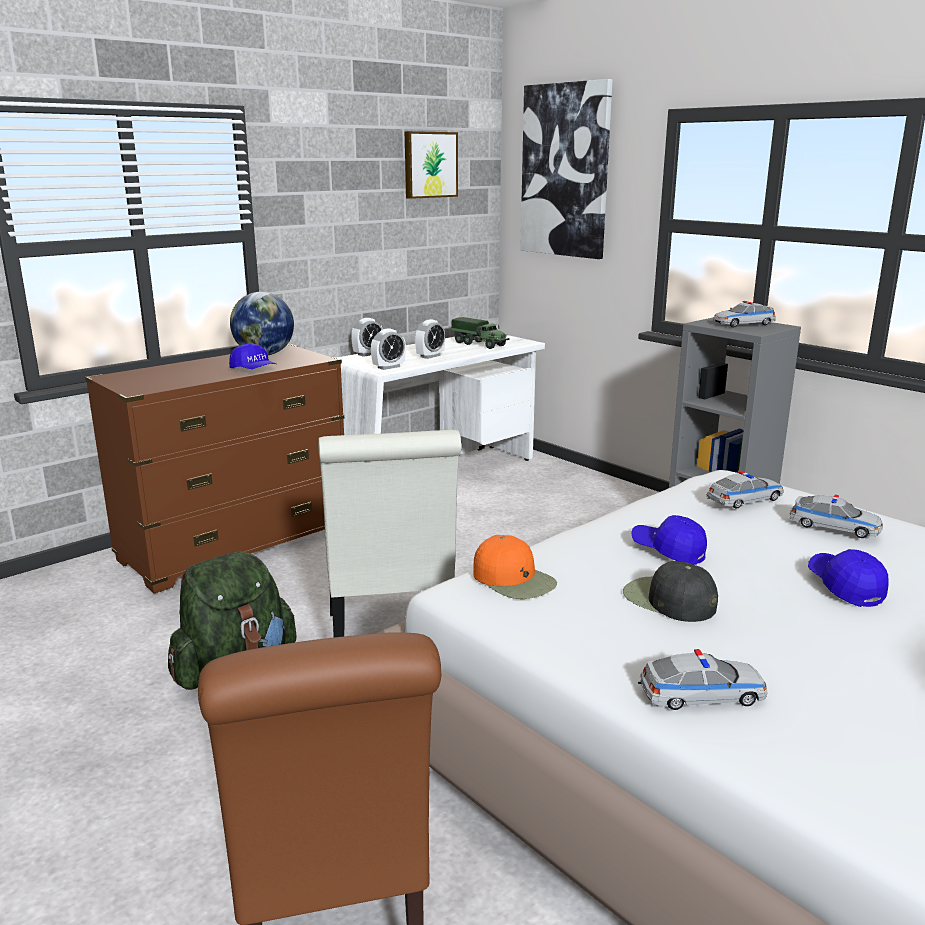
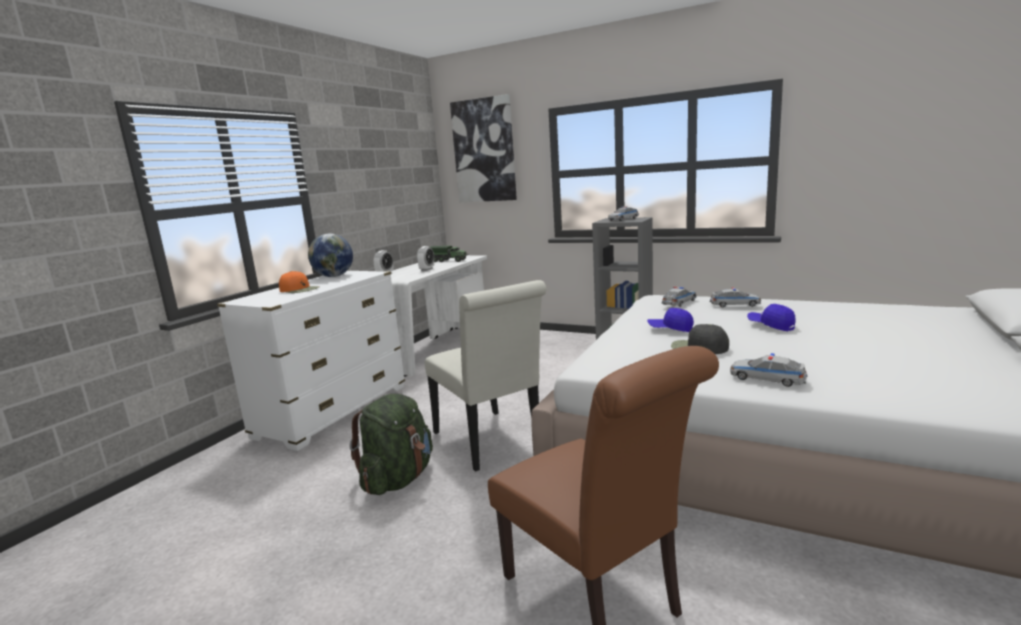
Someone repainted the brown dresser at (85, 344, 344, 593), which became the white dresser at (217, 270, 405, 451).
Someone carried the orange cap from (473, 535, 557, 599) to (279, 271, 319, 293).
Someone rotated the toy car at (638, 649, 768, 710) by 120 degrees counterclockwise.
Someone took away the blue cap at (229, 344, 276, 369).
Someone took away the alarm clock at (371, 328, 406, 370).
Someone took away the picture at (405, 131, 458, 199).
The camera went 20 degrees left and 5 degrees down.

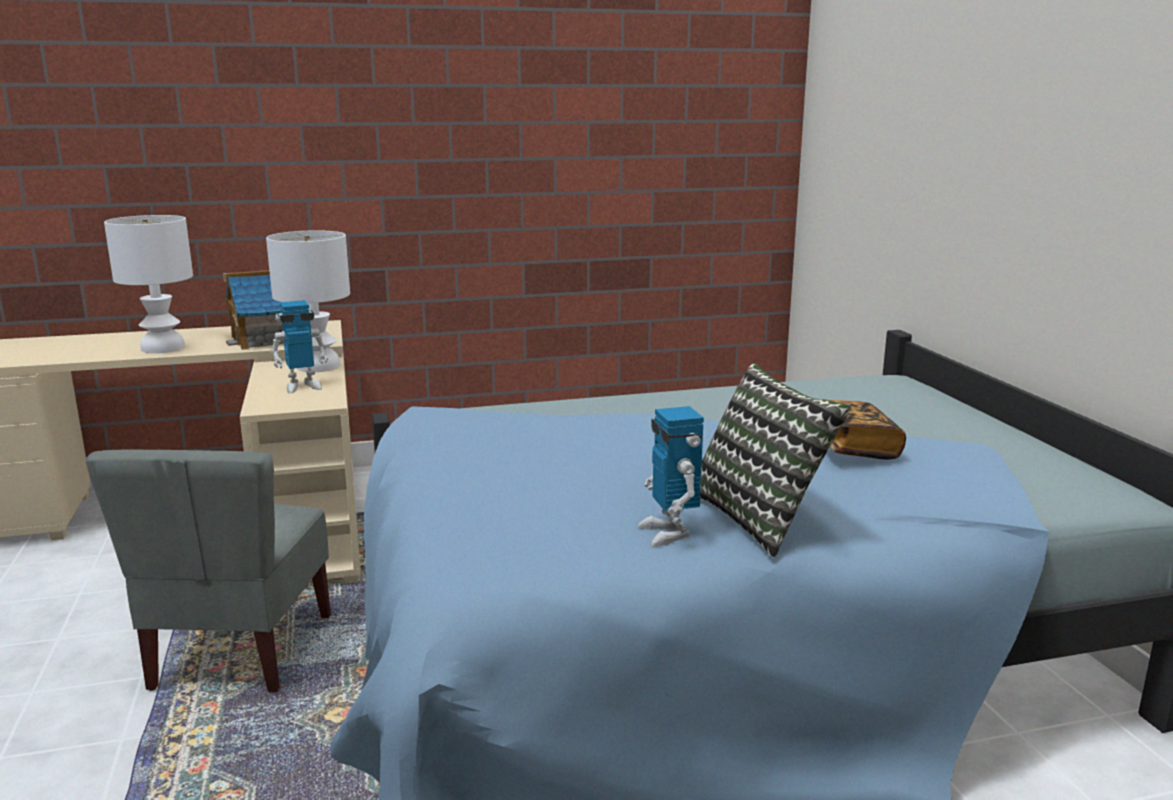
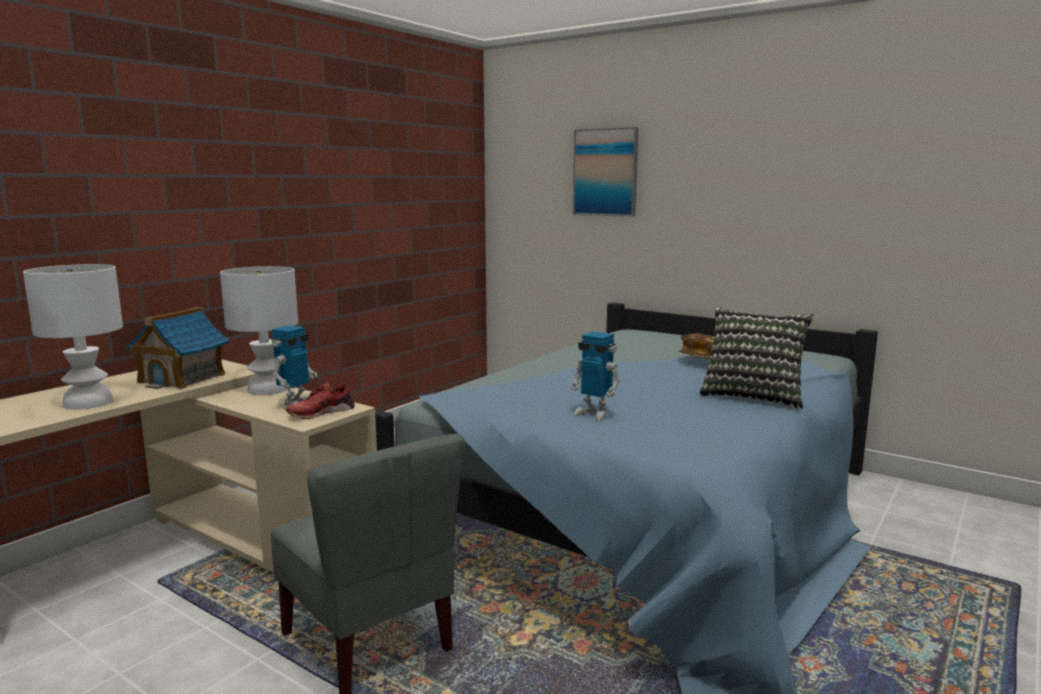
Someone put down the red shoe at (286, 383, 355, 420).
Someone carried the toy robot from (637, 406, 704, 546) to (570, 331, 621, 421).
Someone put up the picture at (573, 127, 639, 217).
The camera went 40 degrees left and 5 degrees down.

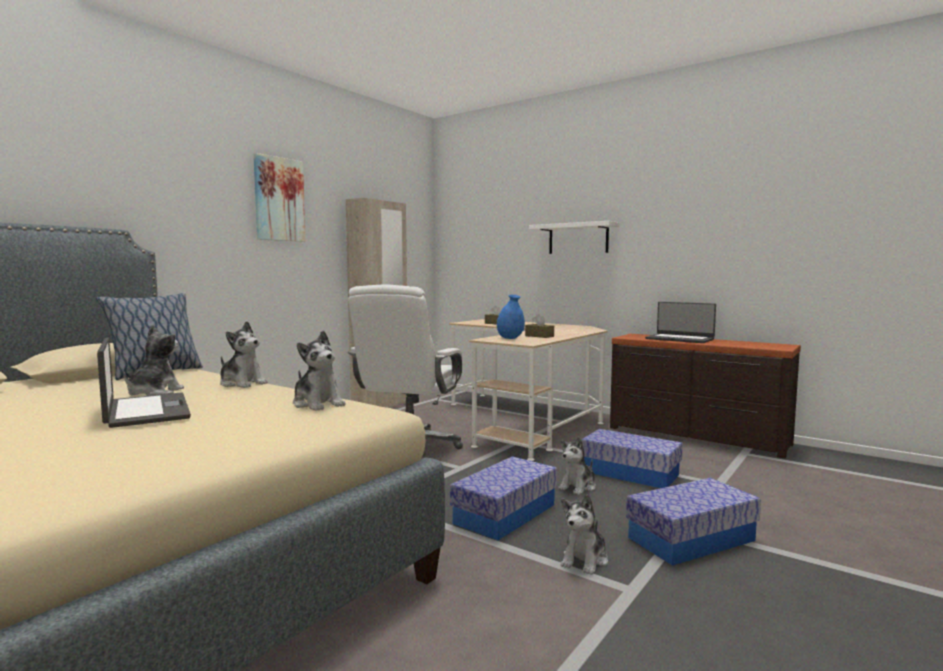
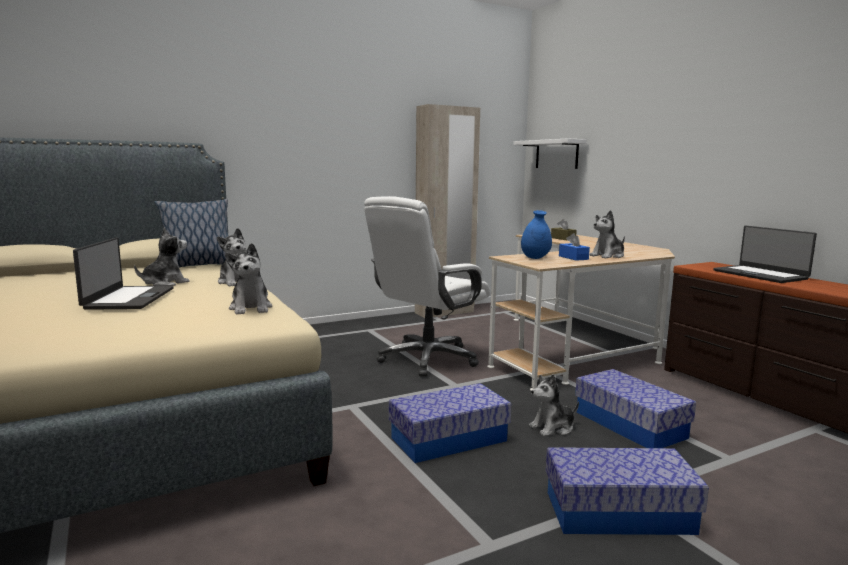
Someone carried the white shelf from (529, 221, 620, 254) to (514, 138, 587, 169).
Someone repainted the brown tissue box at (525, 314, 554, 338), which became the blue tissue box at (559, 233, 590, 261).
Someone carried the plush toy from (561, 494, 608, 575) to (590, 210, 625, 259).
Someone took away the picture at (253, 153, 306, 242).
The camera went 25 degrees right and 5 degrees up.

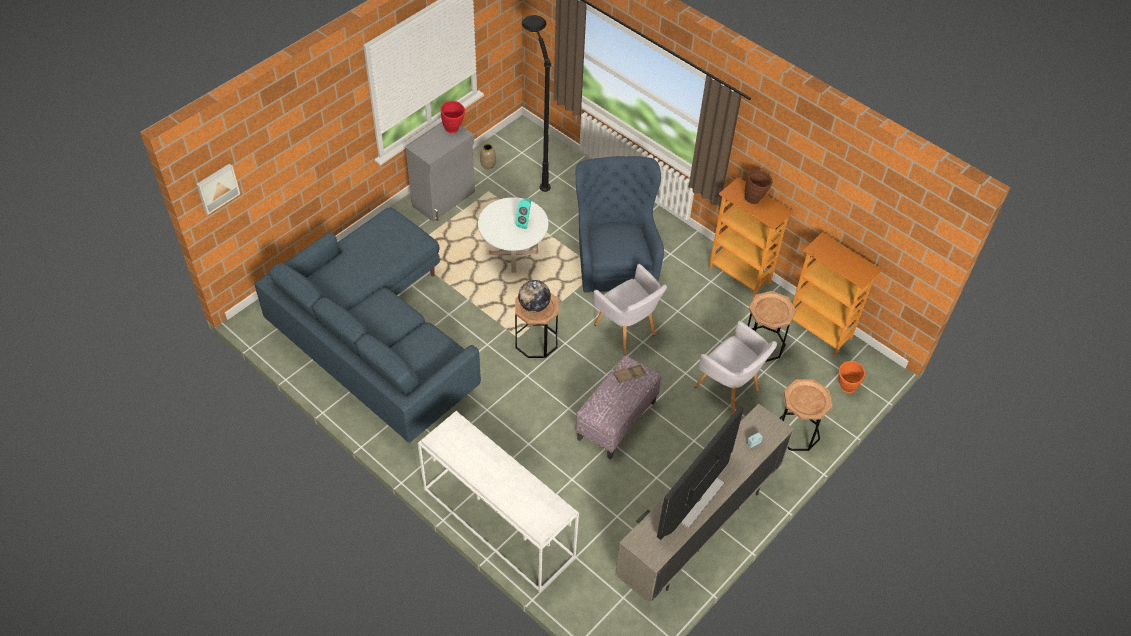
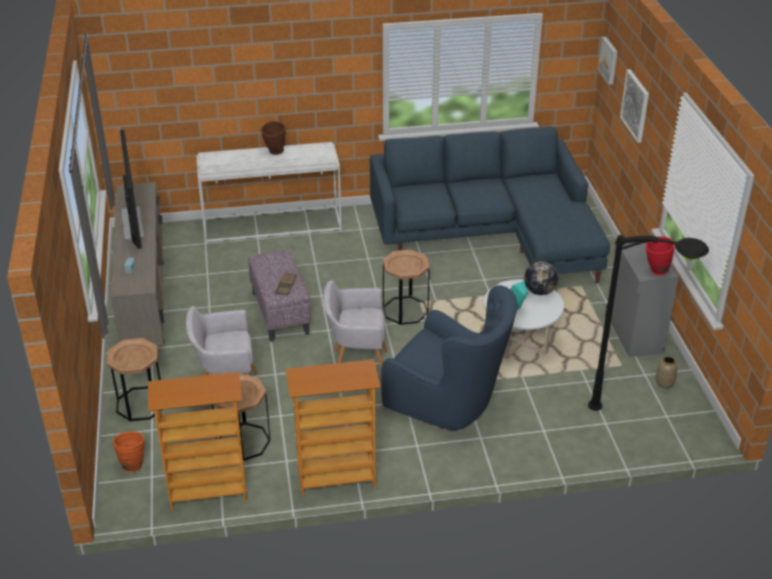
Someone carried the brown vase from (744, 170, 772, 204) to (261, 121, 285, 155).
Someone carried the globe from (518, 280, 551, 312) to (524, 261, 558, 295).
Someone put up the picture at (620, 69, 649, 143).
The camera went 130 degrees right and 15 degrees down.

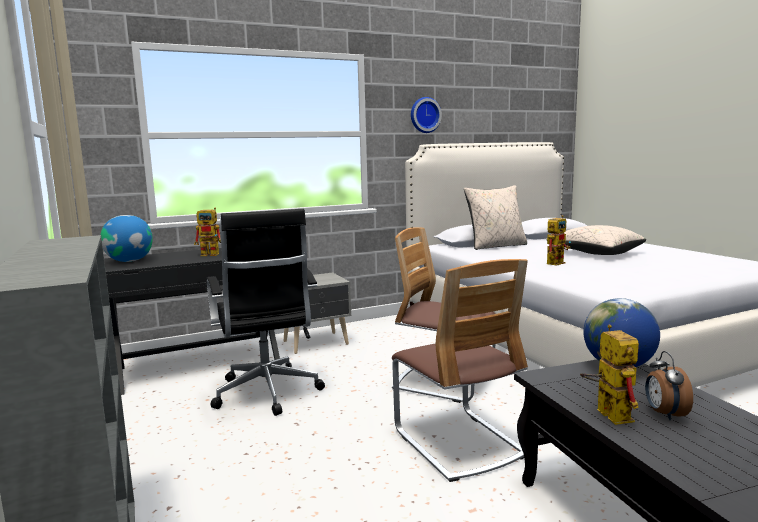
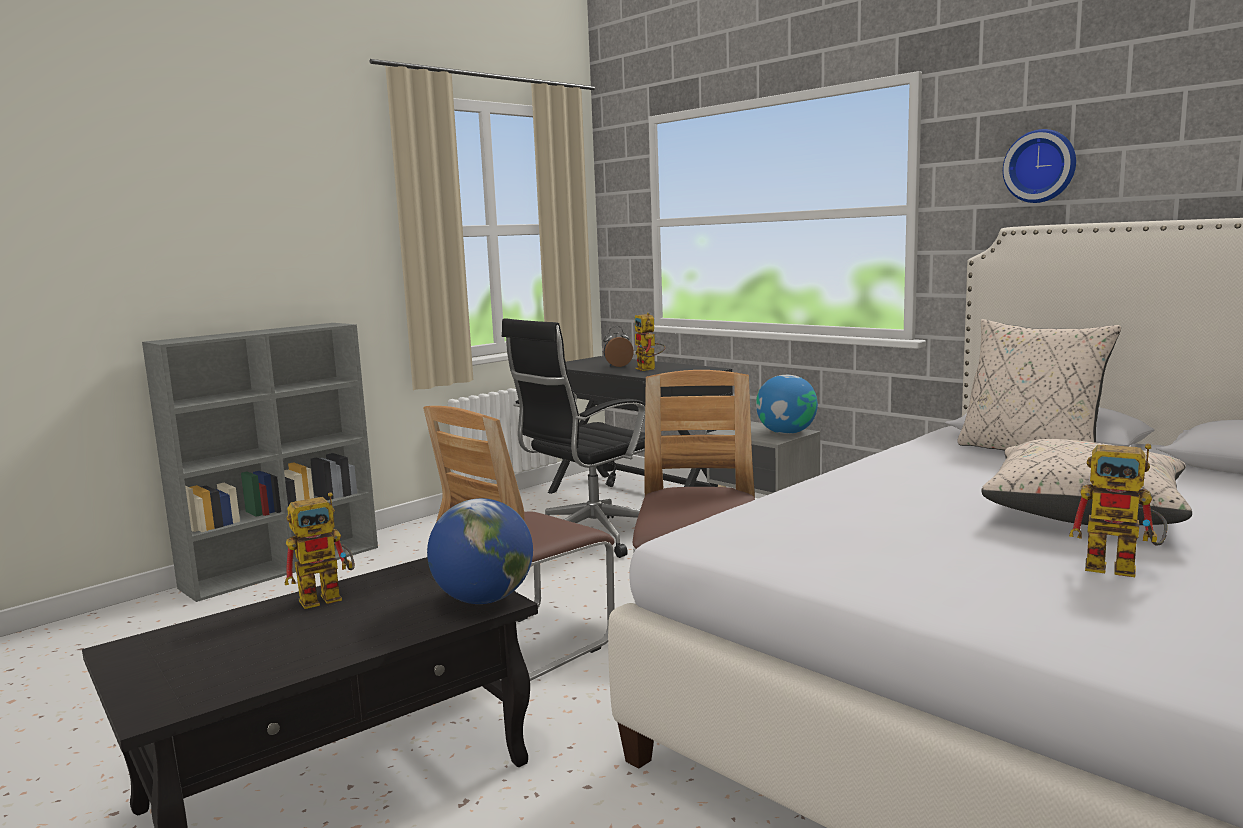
Someone carried the alarm clock from (645, 351, 693, 420) to (603, 326, 634, 367).
Someone carried the globe from (101, 215, 153, 262) to (756, 375, 818, 434).
Someone carried the toy robot from (547, 215, 571, 266) to (1069, 444, 1168, 577).
The camera went 70 degrees right and 0 degrees up.

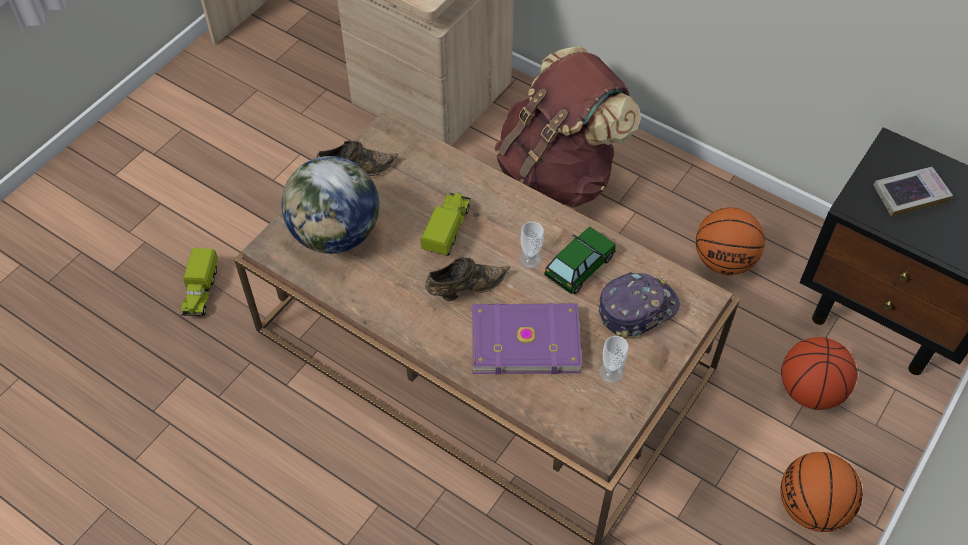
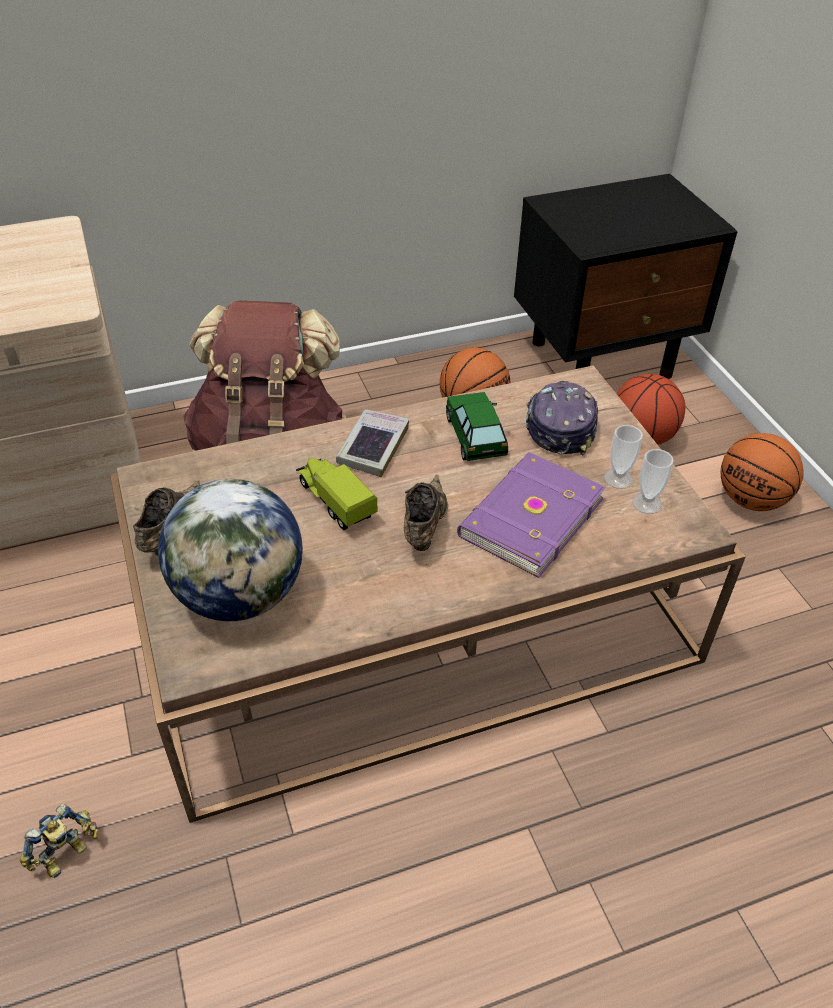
Someone swapped the toy truck at (181, 248, 218, 317) for the toy robot at (19, 803, 98, 878).
Someone carried the book from (873, 167, 953, 217) to (336, 409, 409, 477).
Someone carried the cup from (519, 221, 544, 268) to (632, 449, 674, 514).
The camera went 55 degrees left and 10 degrees down.

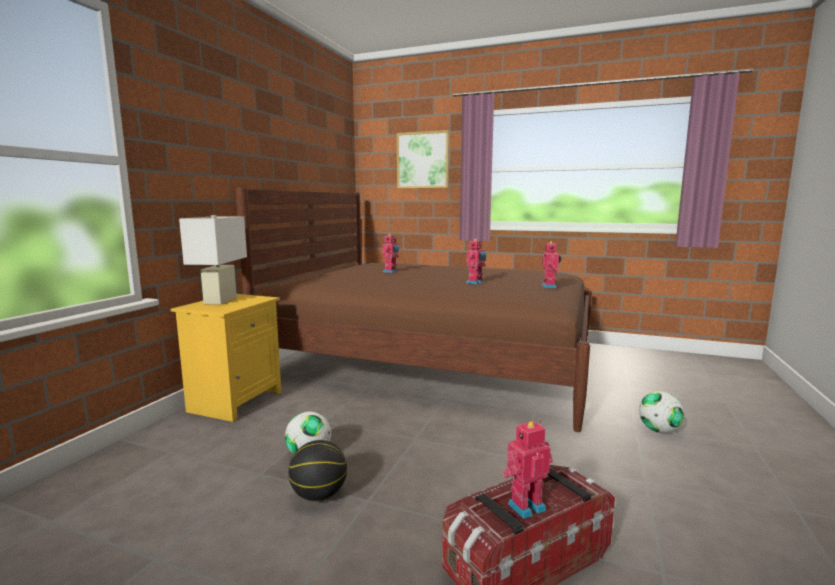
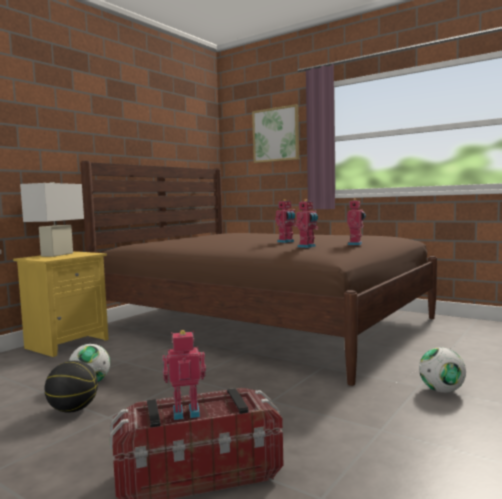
Someone carried the toy robot from (382, 234, 399, 273) to (296, 199, 319, 248).
The camera went 15 degrees right and 5 degrees down.

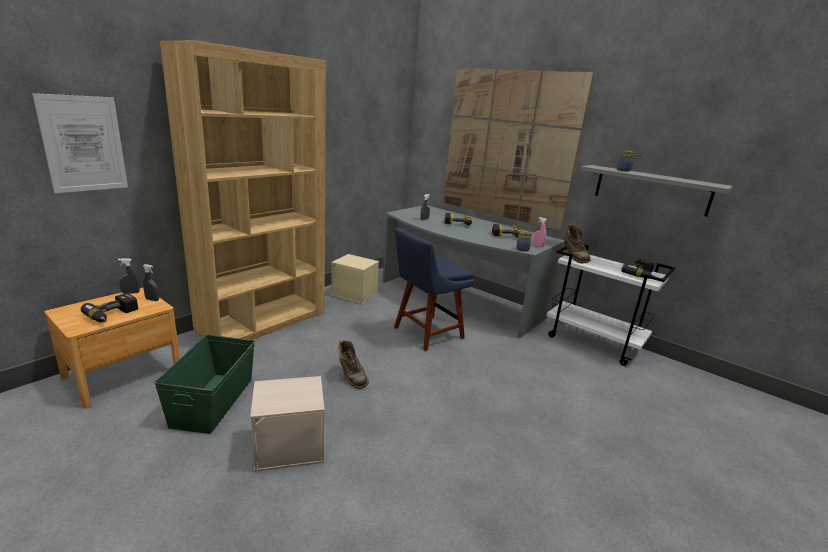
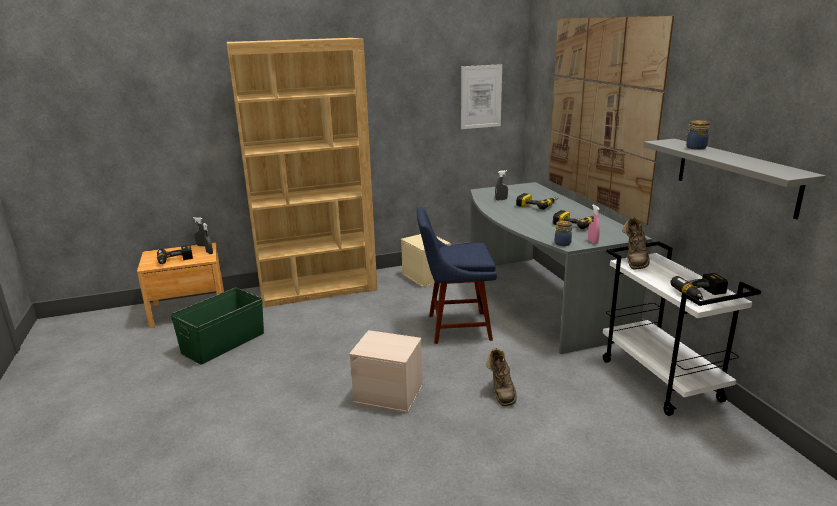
Someone carried the beige storage box from (250, 376, 325, 472) to (349, 330, 423, 413).
Someone carried the picture from (32, 93, 128, 193) to (461, 64, 502, 129).
Someone carried the brown boot from (338, 340, 369, 389) to (487, 348, 517, 406).
The camera went 35 degrees right and 0 degrees up.

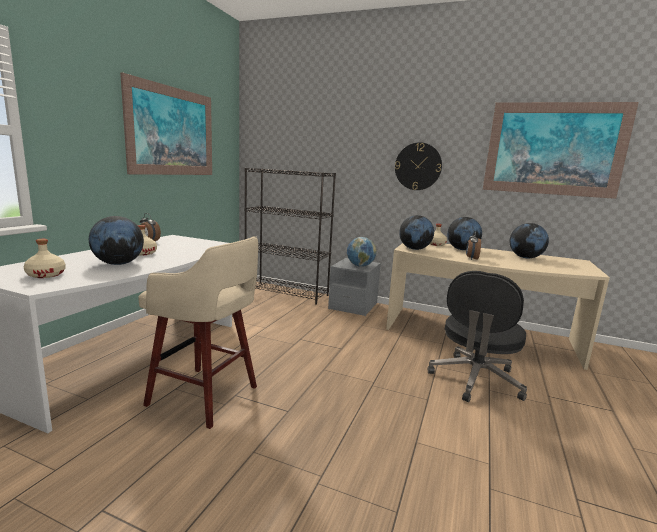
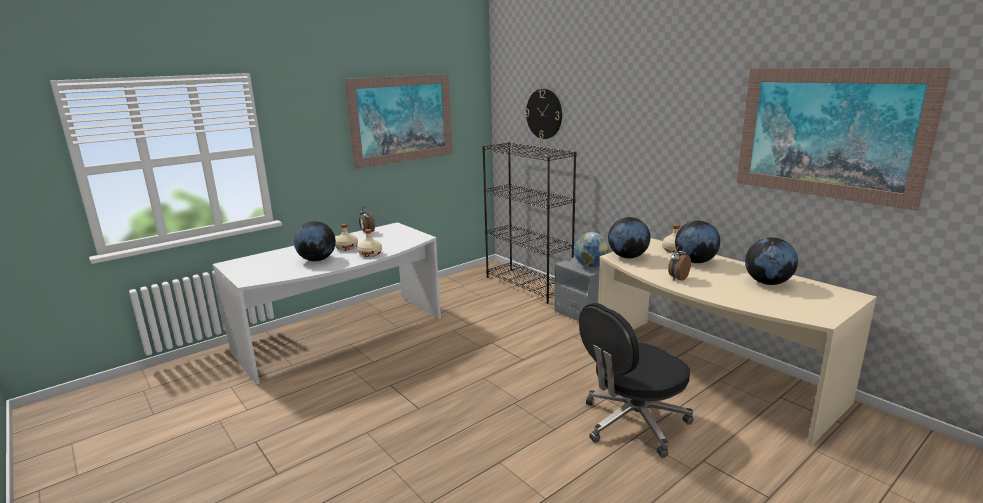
Someone carried the beige bottle from (24, 239, 66, 278) to (357, 229, 382, 257).
Someone carried the wall clock from (395, 142, 442, 190) to (525, 89, 562, 139).
Someone took away the beige stool at (138, 236, 258, 429).
The camera went 30 degrees right and 5 degrees up.

